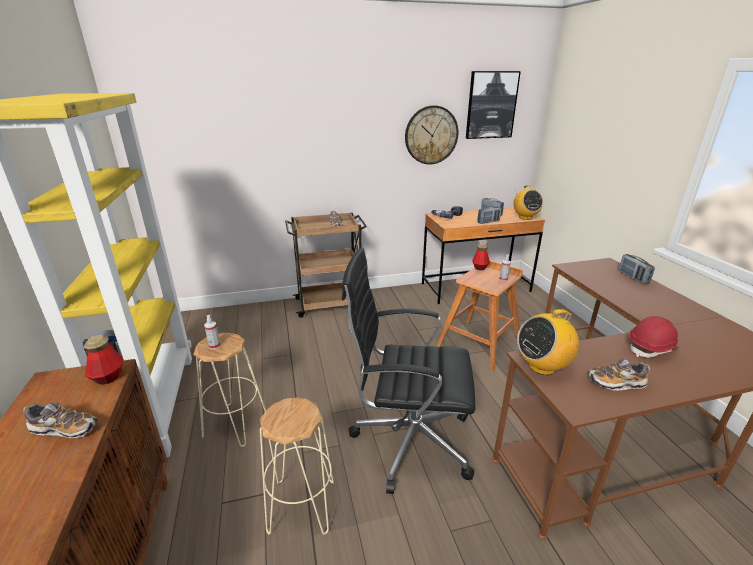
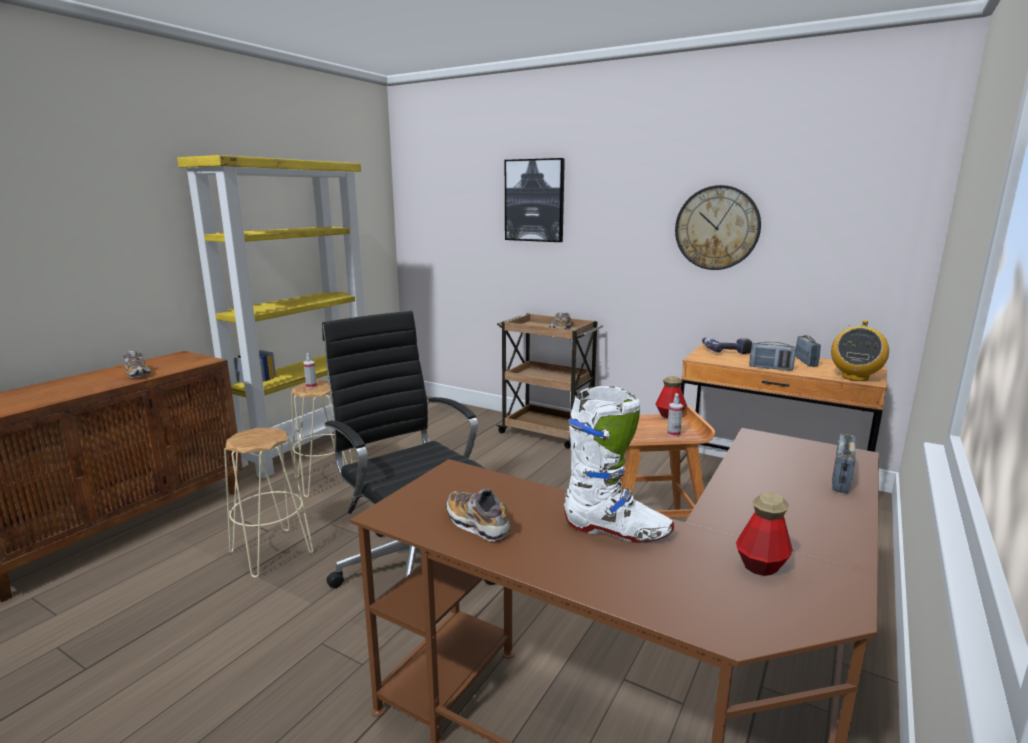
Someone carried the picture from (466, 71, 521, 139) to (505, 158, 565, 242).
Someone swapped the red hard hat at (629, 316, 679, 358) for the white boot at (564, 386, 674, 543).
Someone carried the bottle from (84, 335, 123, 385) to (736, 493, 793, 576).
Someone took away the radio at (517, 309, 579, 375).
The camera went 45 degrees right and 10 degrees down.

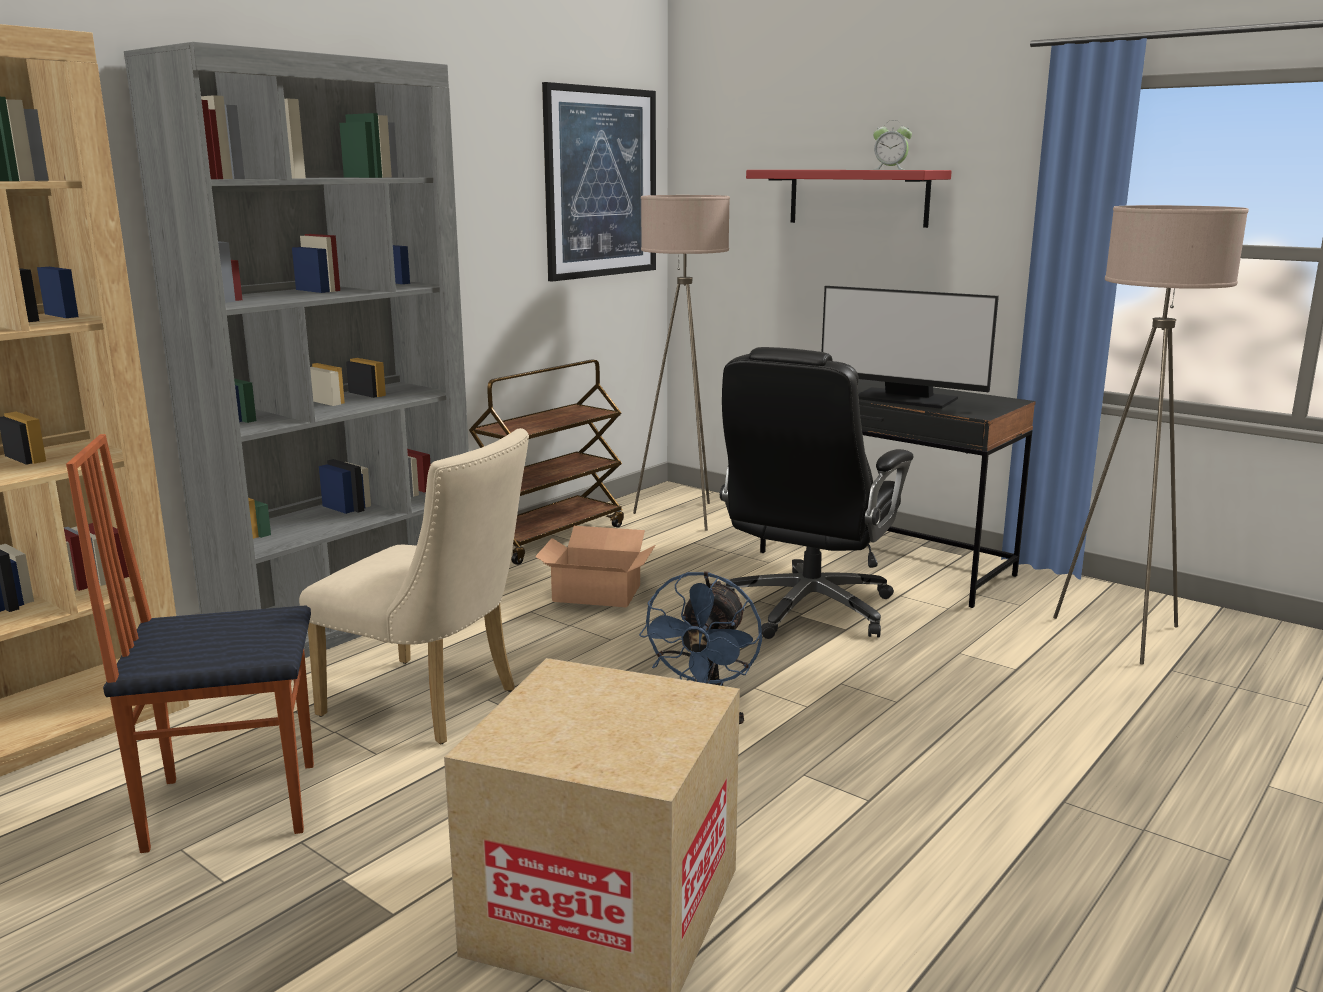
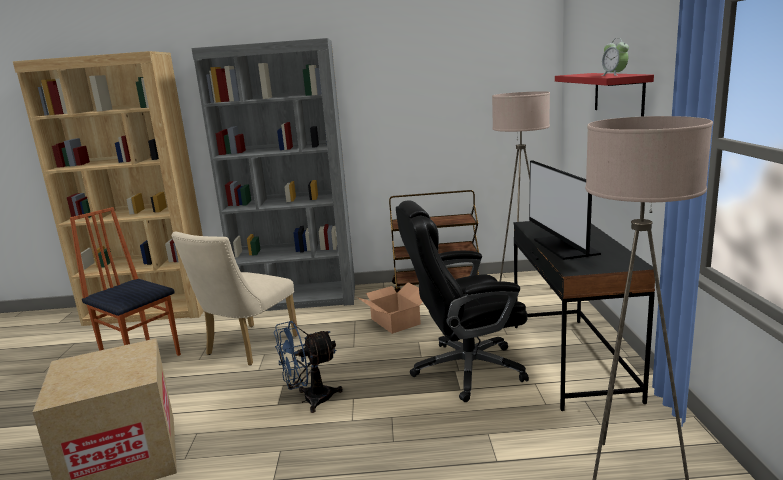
Someone rotated the beige chair at (299, 428, 529, 744) by 45 degrees clockwise.
Someone took away the picture at (542, 82, 656, 281).
The camera went 50 degrees right and 0 degrees up.

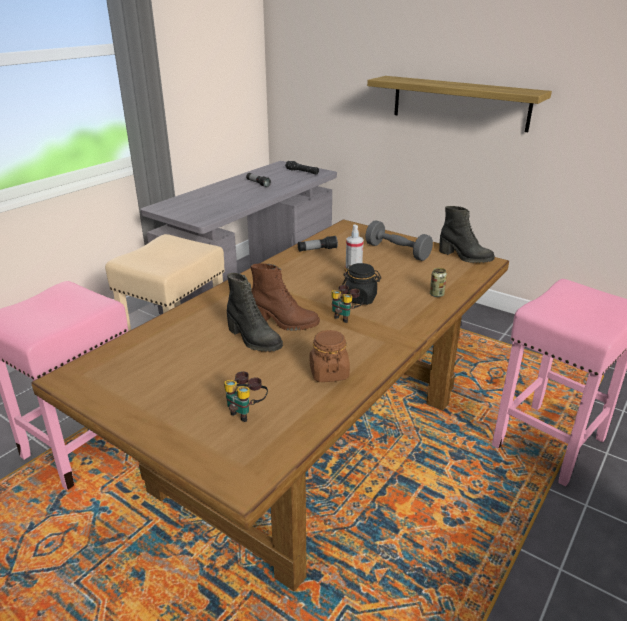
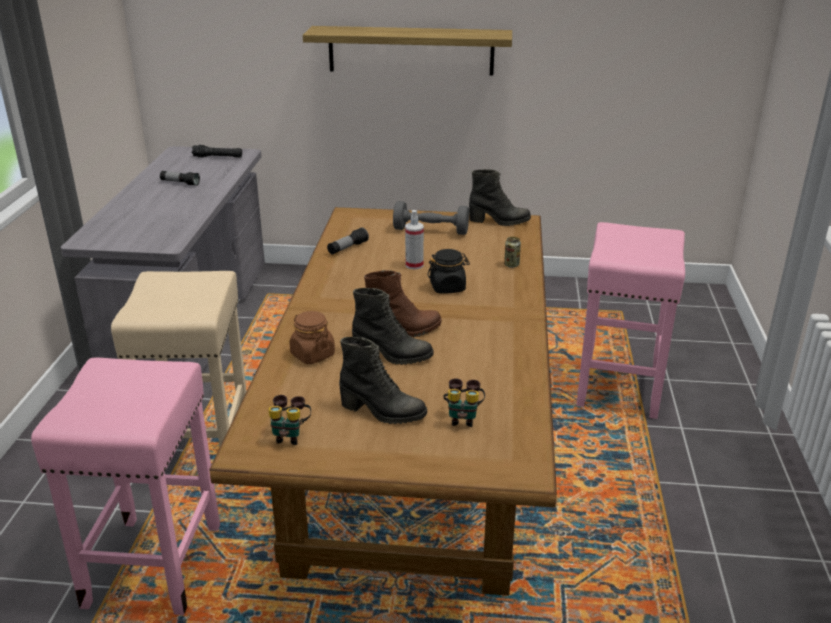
Someone carried the binoculars from (331, 285, 364, 323) to (268, 395, 311, 445).
Someone carried the brown jar from (310, 330, 350, 382) to (289, 311, 335, 364).
Someone put down the black boot at (339, 337, 427, 424).
The camera went 30 degrees left and 0 degrees up.

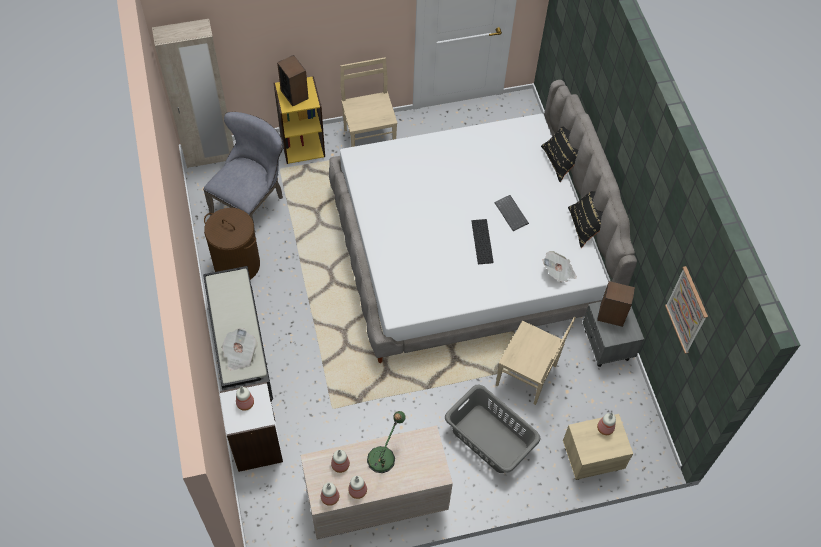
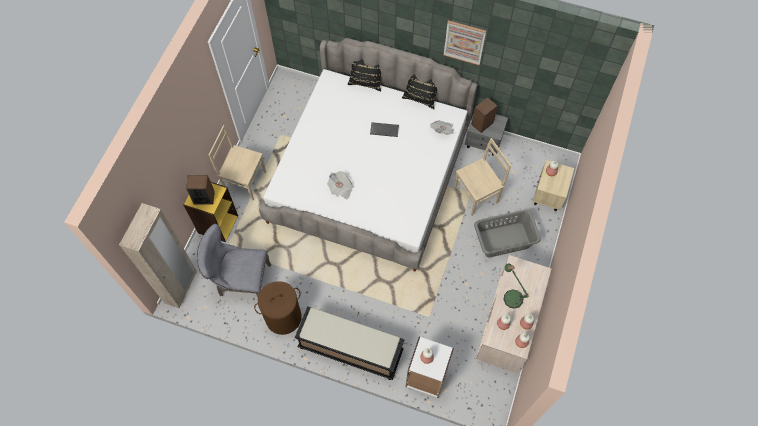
Someone rotated the grey chair at (203, 112, 283, 231) by 60 degrees counterclockwise.
Someone carried the newspaper from (222, 328, 258, 370) to (327, 171, 354, 199).
Someone carried the picture from (665, 266, 708, 354) to (444, 20, 486, 65).
Someone took away the keyboard at (471, 219, 494, 264).
The camera went 55 degrees left and 5 degrees up.

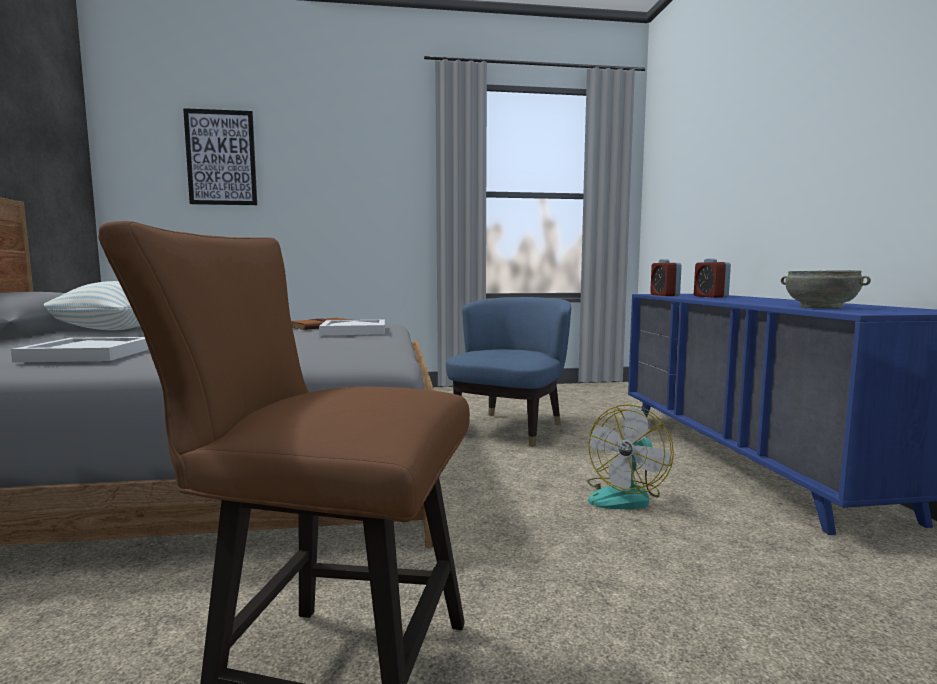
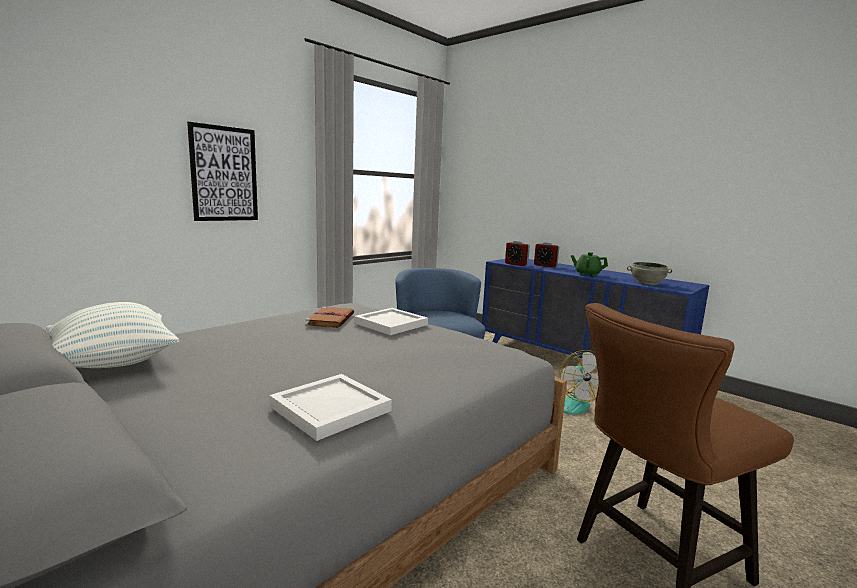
Someone carried the picture from (183, 108, 257, 205) to (187, 122, 258, 221).
Someone put down the green teapot at (571, 252, 608, 277).
The camera went 40 degrees left and 5 degrees up.

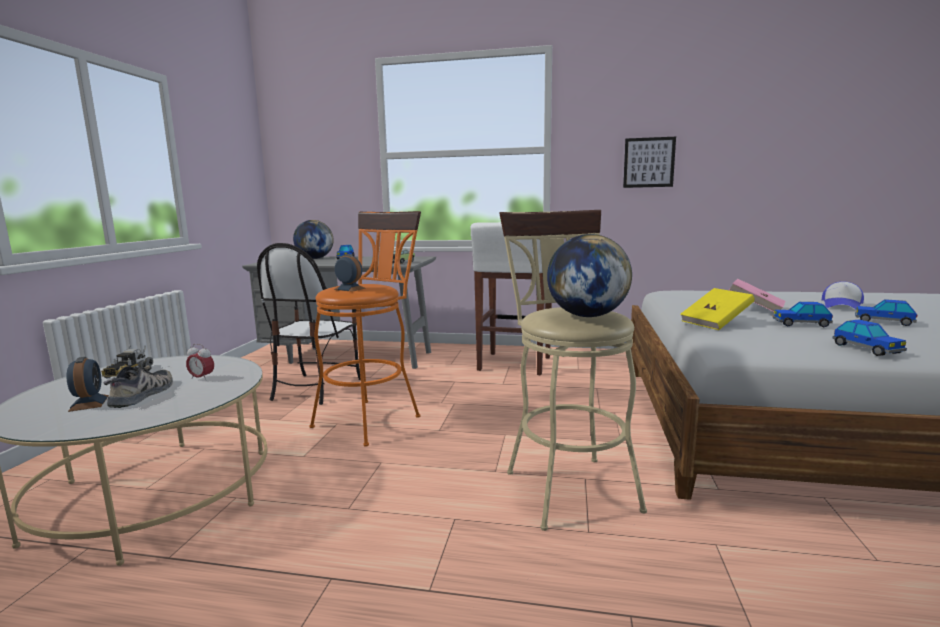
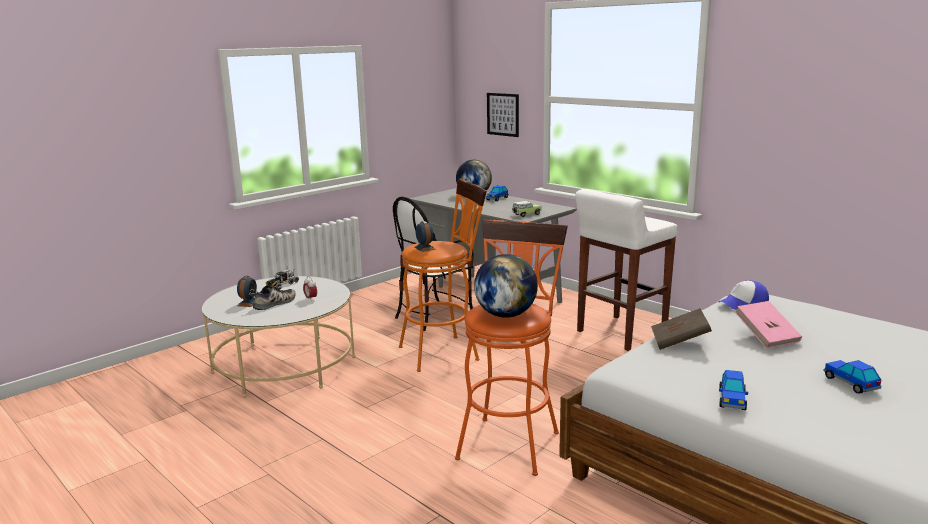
Someone repainted the beige stool at (499, 210, 647, 531), which became the orange stool at (455, 219, 568, 476).
Someone carried the picture from (623, 137, 676, 188) to (487, 93, 519, 137).
Someone repainted the yellow book at (680, 288, 755, 330), which became the brown book at (651, 308, 712, 350).
Someone carried the cap from (822, 281, 864, 309) to (719, 280, 769, 310).
Someone took away the toy car at (772, 302, 833, 327).
The camera went 35 degrees right and 5 degrees up.

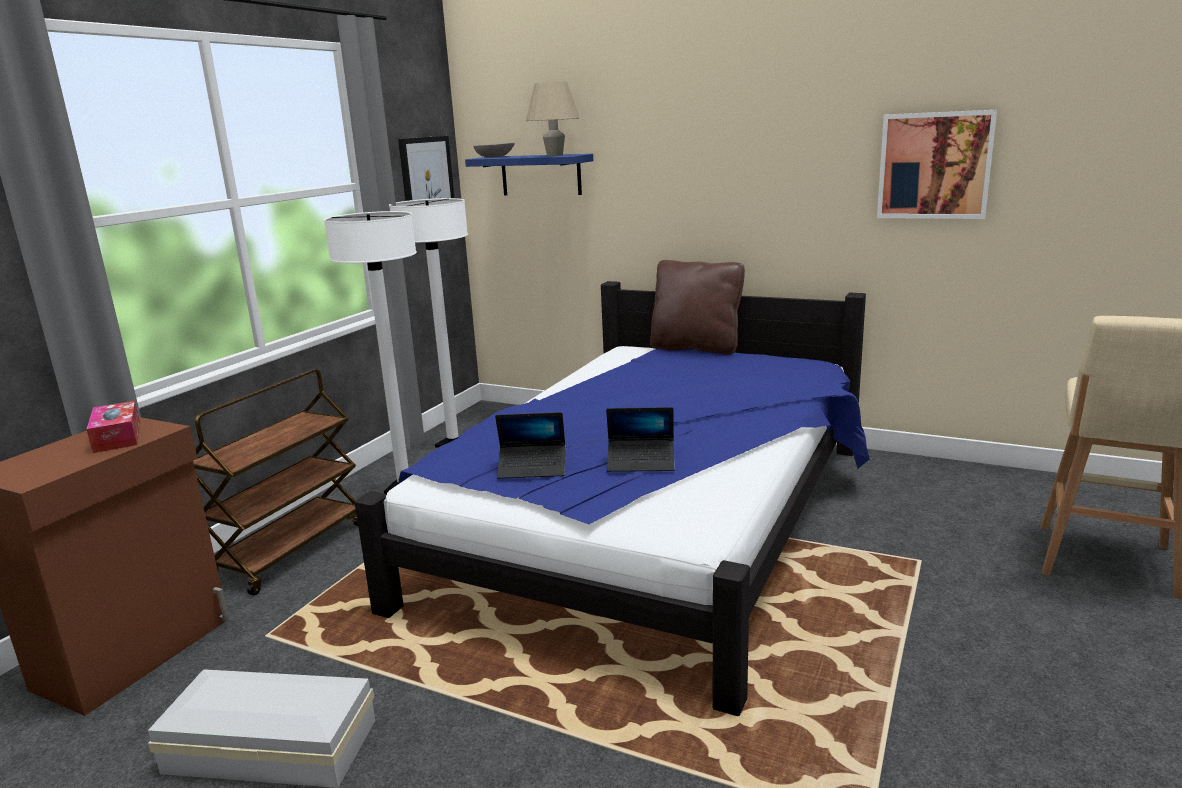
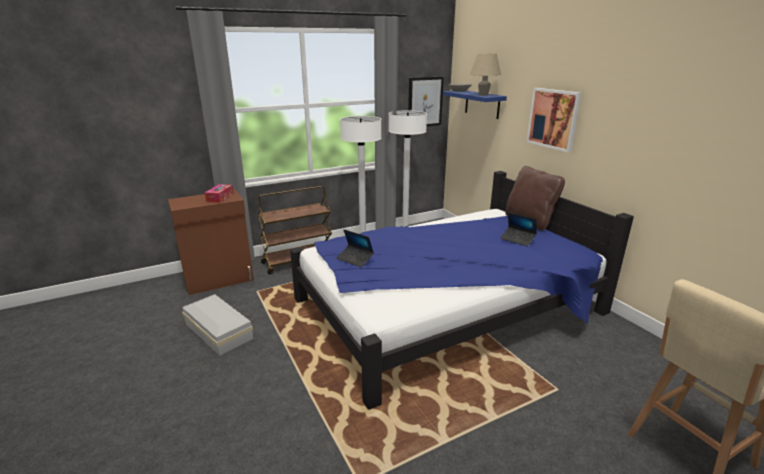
Someone carried the laptop from (606, 407, 675, 472) to (500, 212, 537, 246).
Someone carried the picture from (877, 110, 997, 219) to (526, 88, 582, 153).
The camera went 35 degrees right and 5 degrees up.

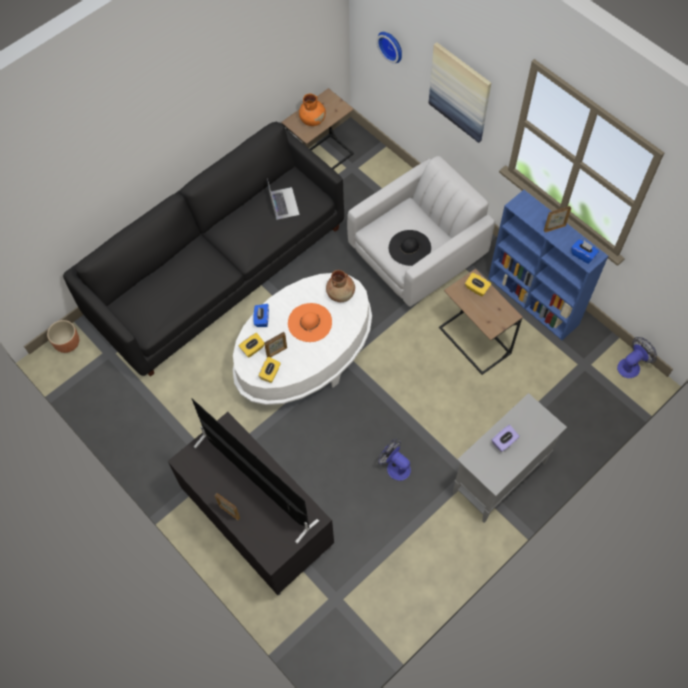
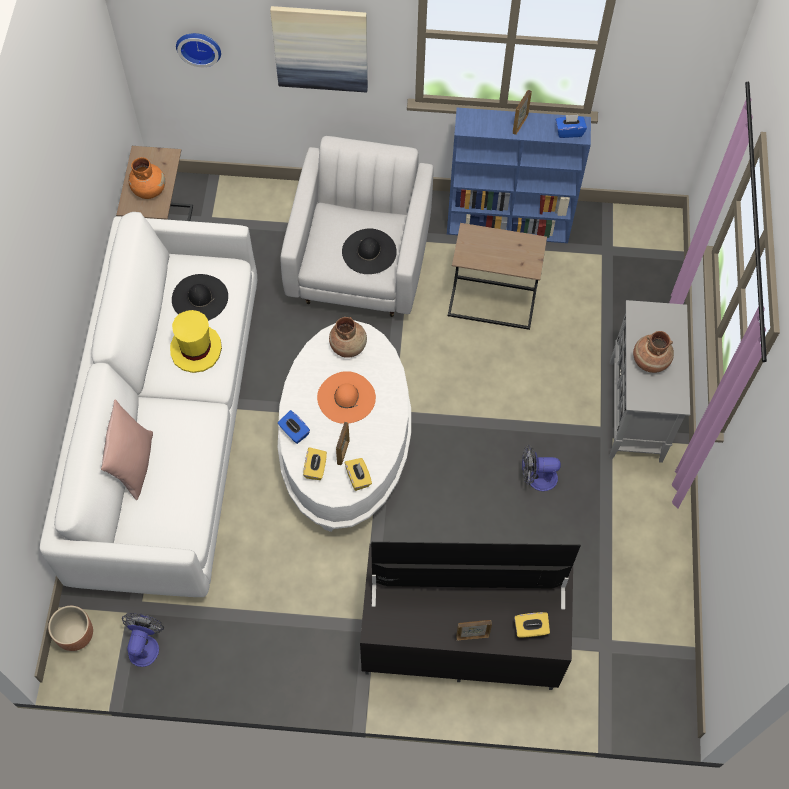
Someone repainted the black sofa at (63, 122, 344, 377), which became the white sofa at (40, 212, 257, 597).
Someone put down the pink pillow at (101, 400, 153, 500).
Someone carried the fan from (617, 337, 657, 378) to (122, 613, 164, 667).
Someone put down the yellow hat at (170, 310, 222, 373).
Someone swapped the laptop at (267, 178, 300, 220) for the black hat at (172, 274, 228, 321).
Someone carried the yellow tissue box from (465, 273, 491, 297) to (514, 612, 550, 638).
Someone swapped the purple tissue box at (492, 425, 519, 452) for the brown vase at (633, 331, 674, 373).
The camera went 45 degrees left and 0 degrees up.

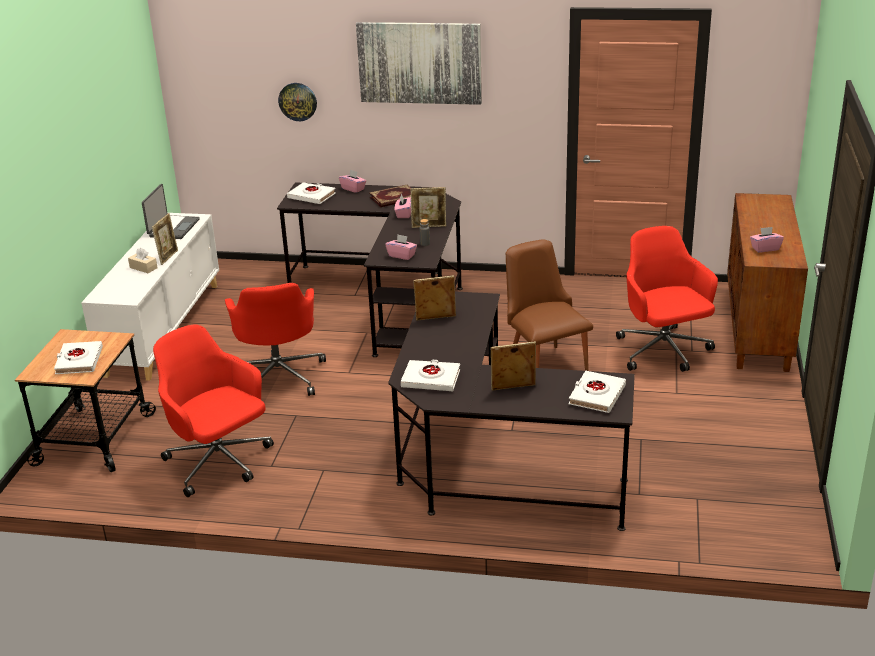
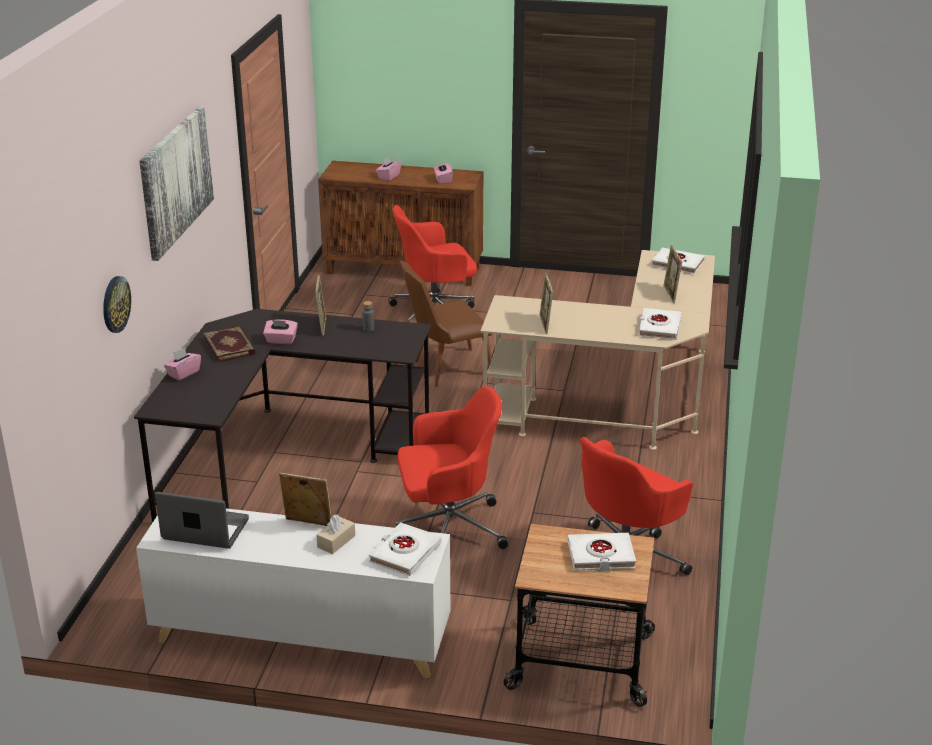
Someone carried the white book from (287, 183, 336, 204) to (369, 522, 441, 576).
Someone carried the pink tissue box from (386, 234, 417, 260) to (376, 157, 401, 181).
Someone repainted the black desk at (388, 292, 635, 531), which became the beige desk at (480, 250, 715, 450).
The camera went 90 degrees left and 0 degrees up.

